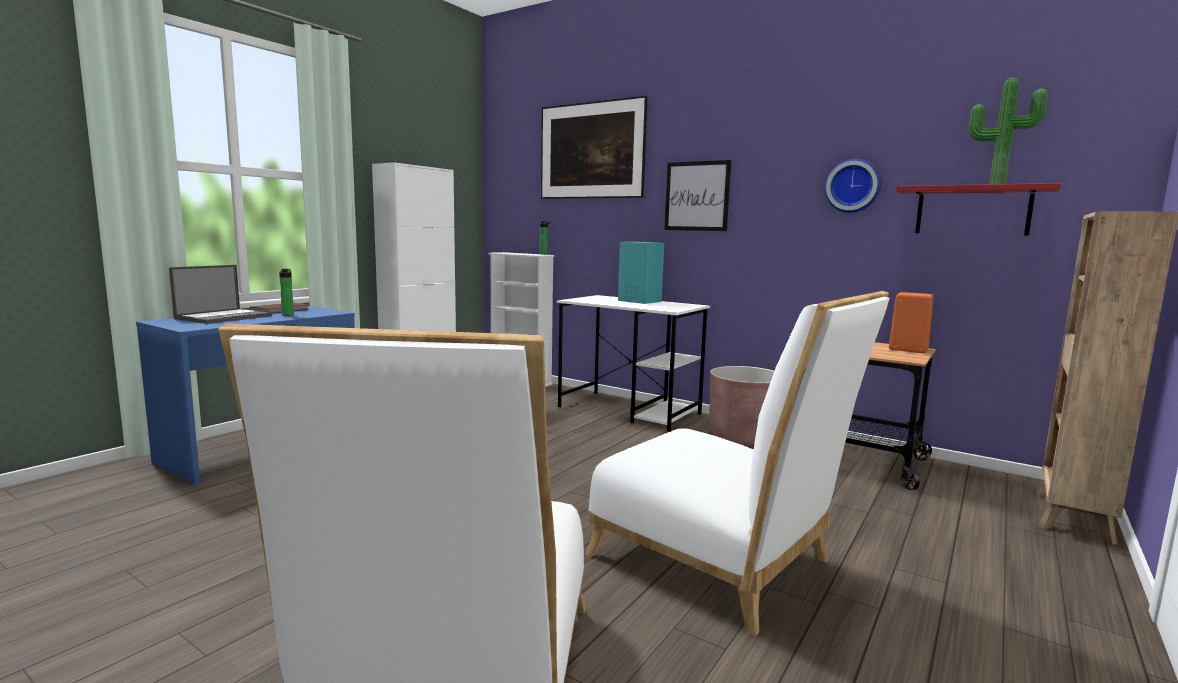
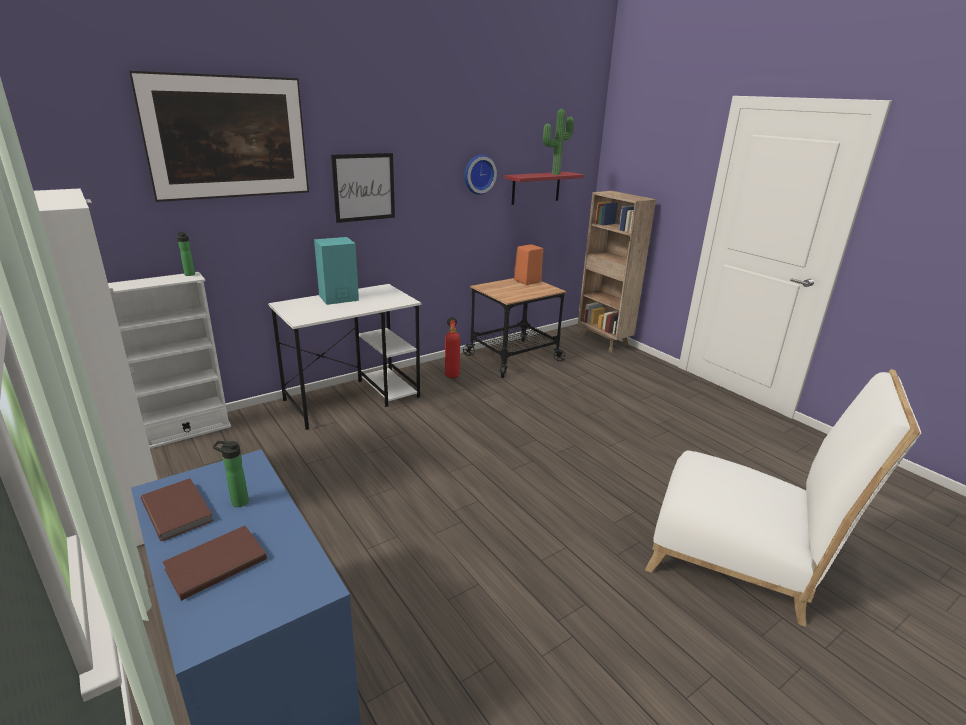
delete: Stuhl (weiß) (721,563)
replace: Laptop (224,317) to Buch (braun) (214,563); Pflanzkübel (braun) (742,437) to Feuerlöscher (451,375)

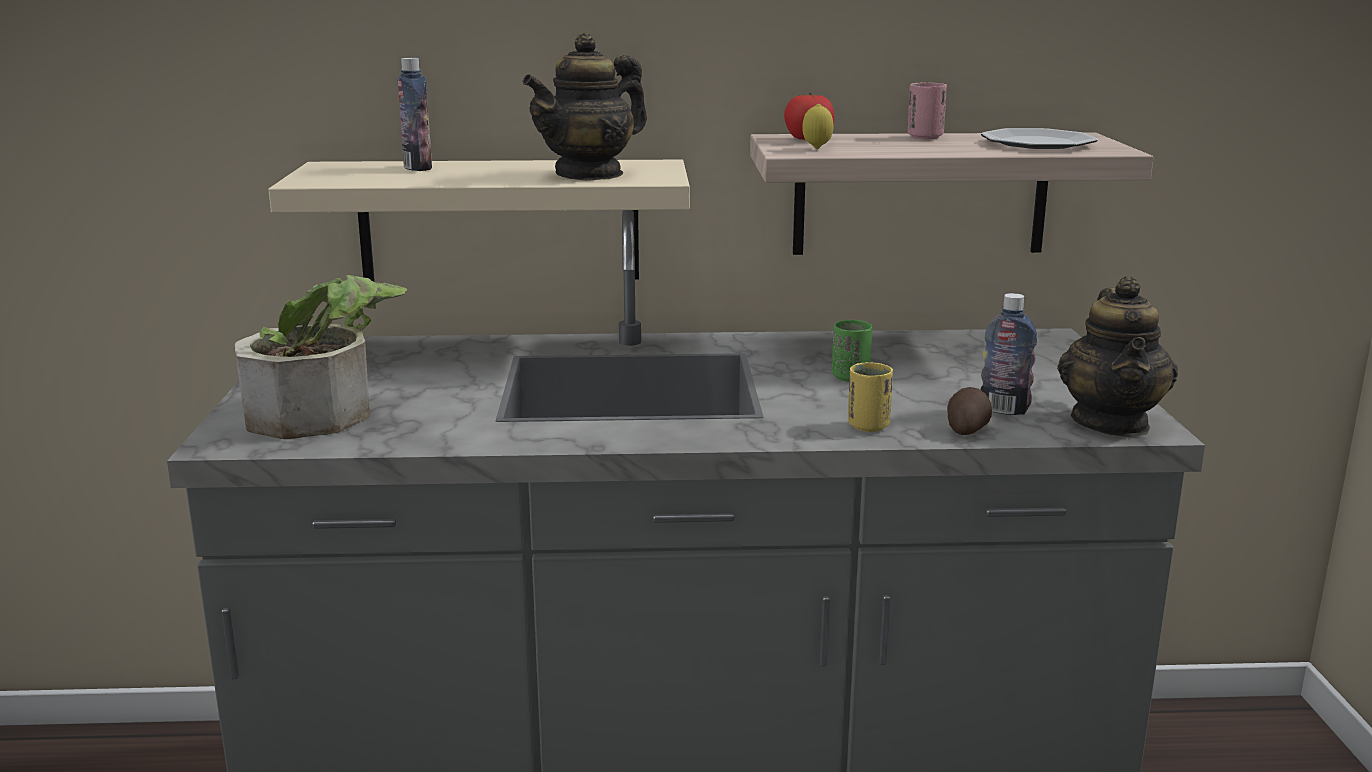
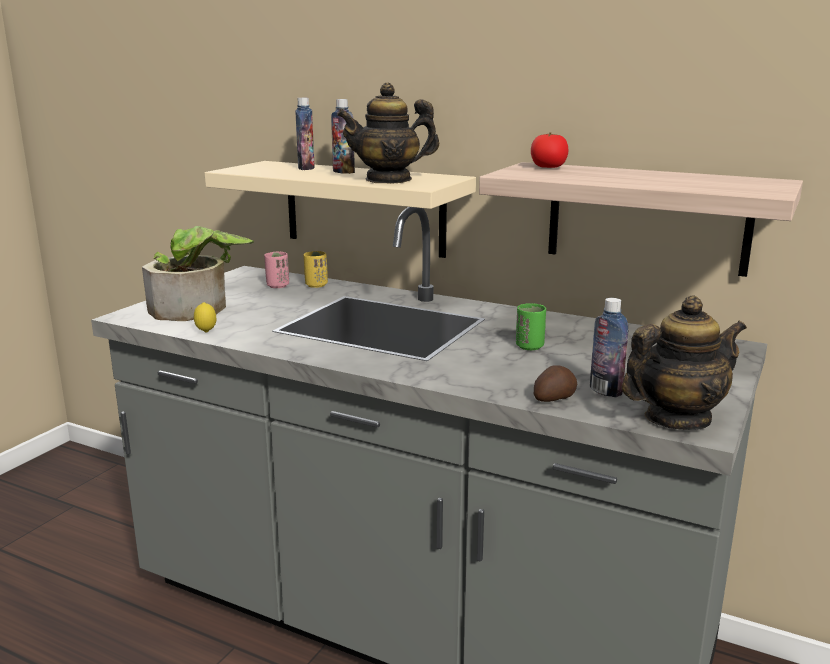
delete: Teller (1037,143)
insert: Flasche (343,172)
move: Zitrone (817,149) to (206,332); Tasse (gelb) (868,426) to (316,285); Tasse (rosa) (925,137) to (277,286)
rotate: Teekanne (1111,423) = (677,419) 150 degrees counterclockwise

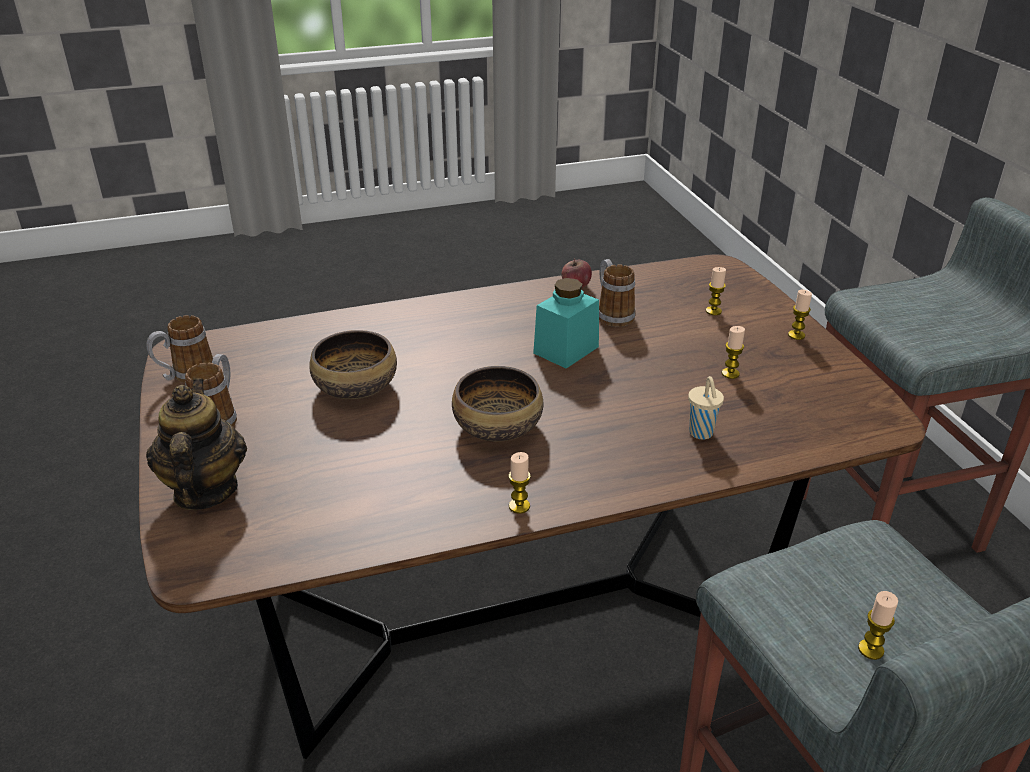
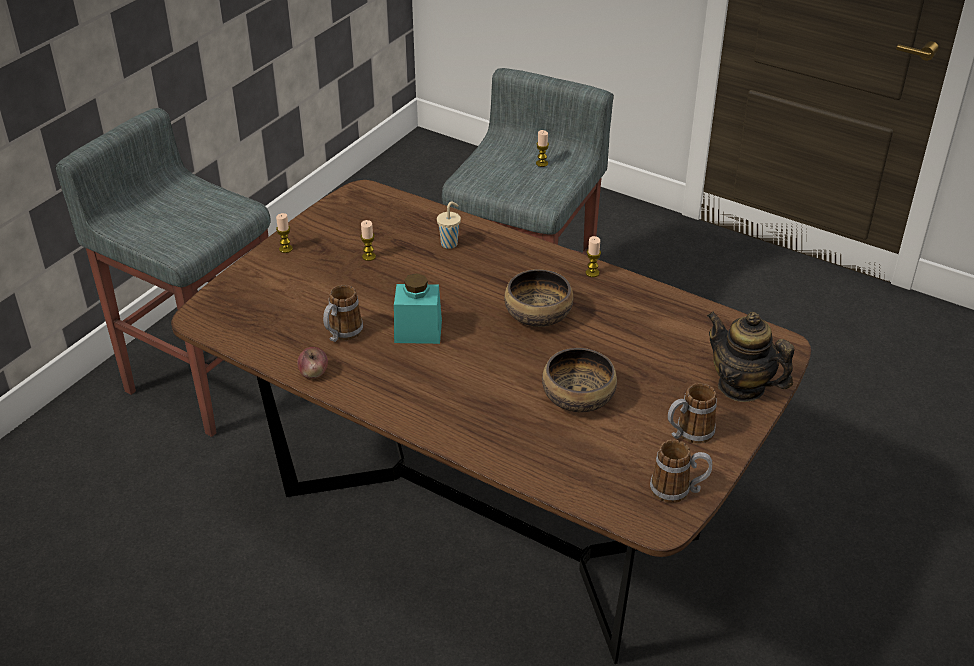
delete: Kerze (713,311)
rotate: Teekanne (204,491) = (741,386) 90 degrees clockwise

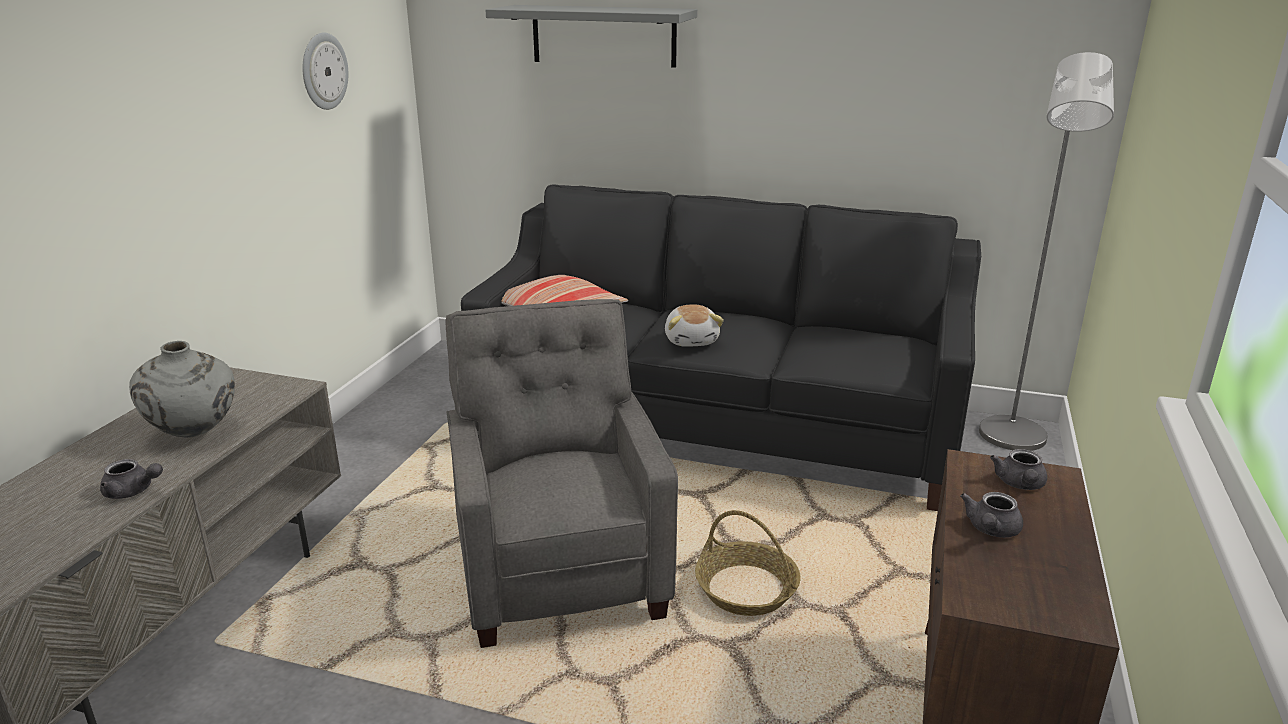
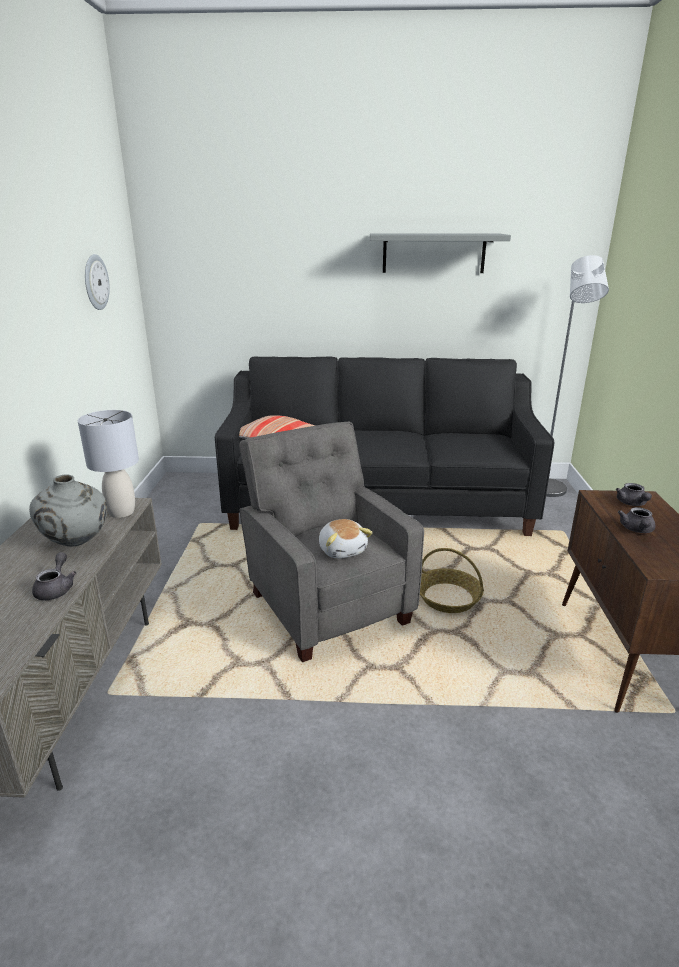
insert: Tischlampe (grau) (121,512)
move: Wandregal (grau) (603,35) to (433,253); Plüschtier (692,340) to (342,550)
rotate: Teekanne (grau) (133,492) = (56,589) 90 degrees counterclockwise

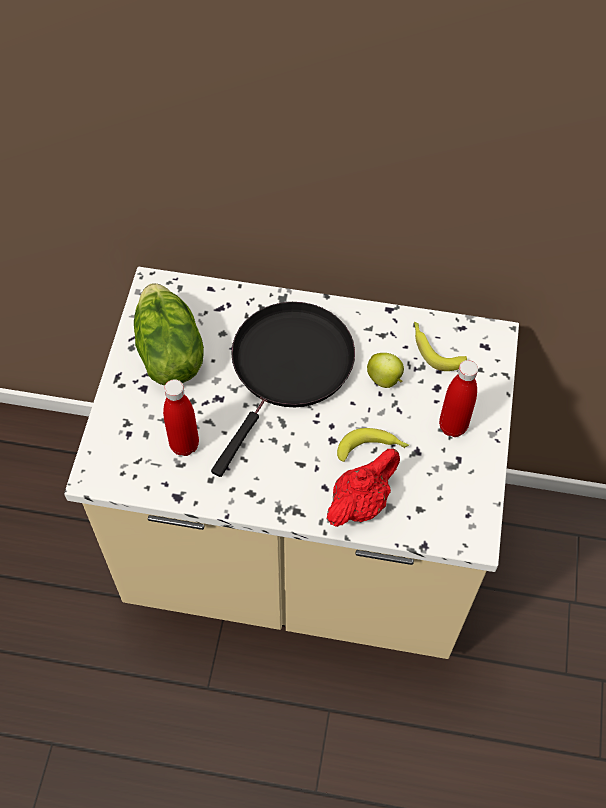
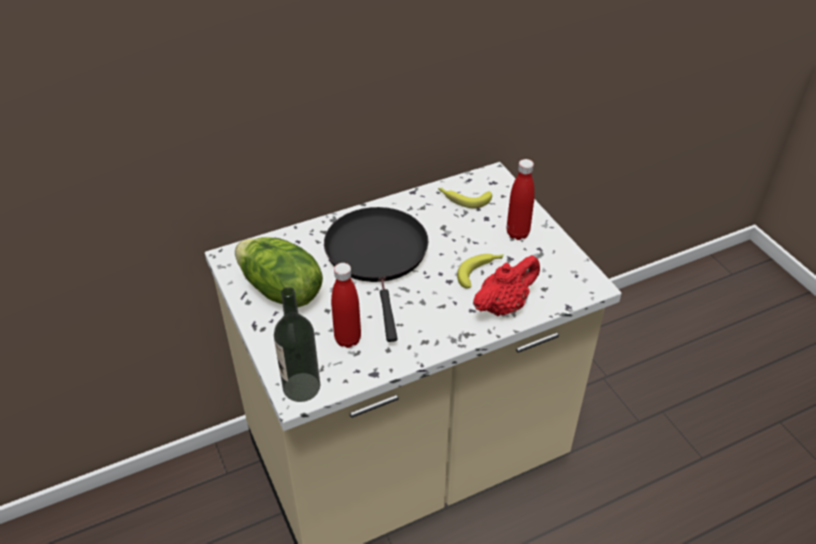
delete: Apfel (385,379)
insert: Flasche (301,387)
rotate: Teekanne (rot) (360,502) = (503,305) 45 degrees clockwise

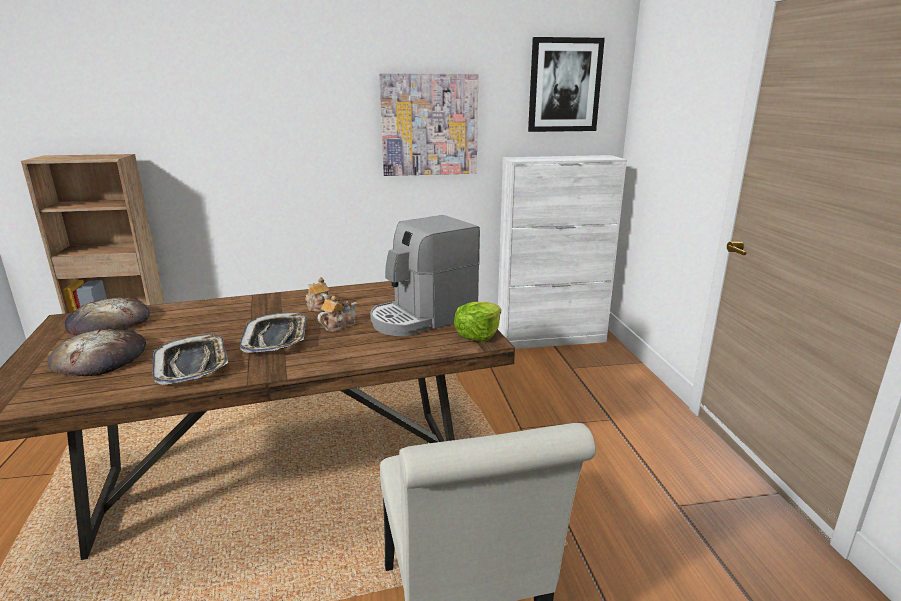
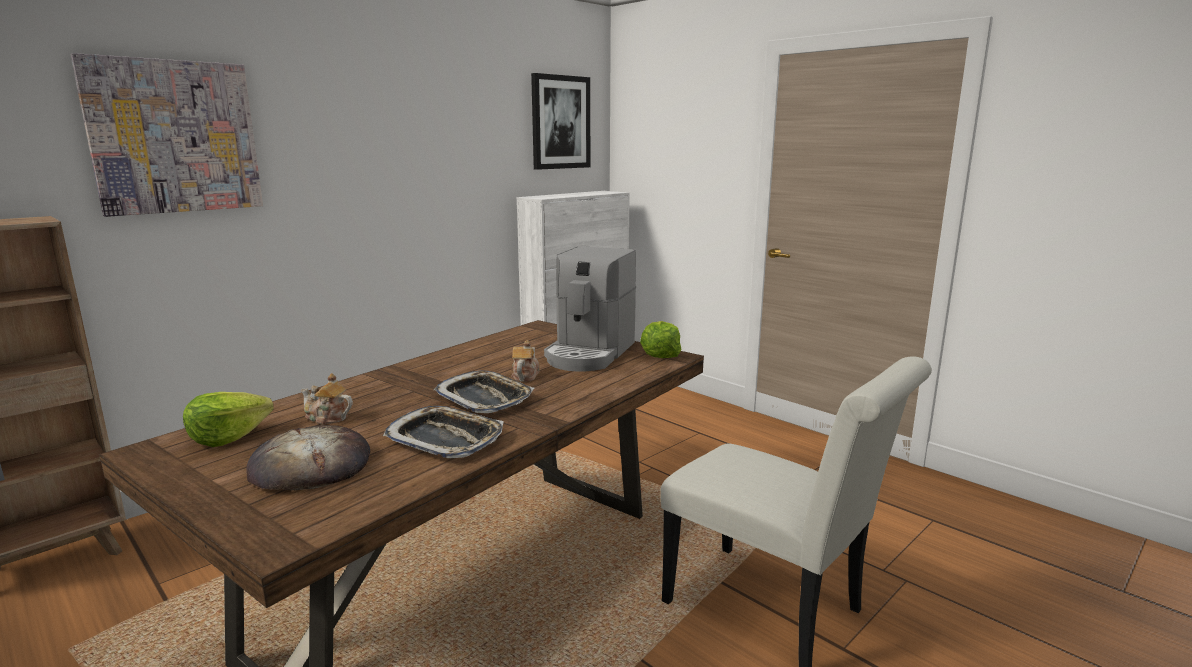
move: Teekanne (318,307) to (327,418); Bild (429,125) to (174,137)
replace: Brot (109,322) to Salatkopf (228,437)

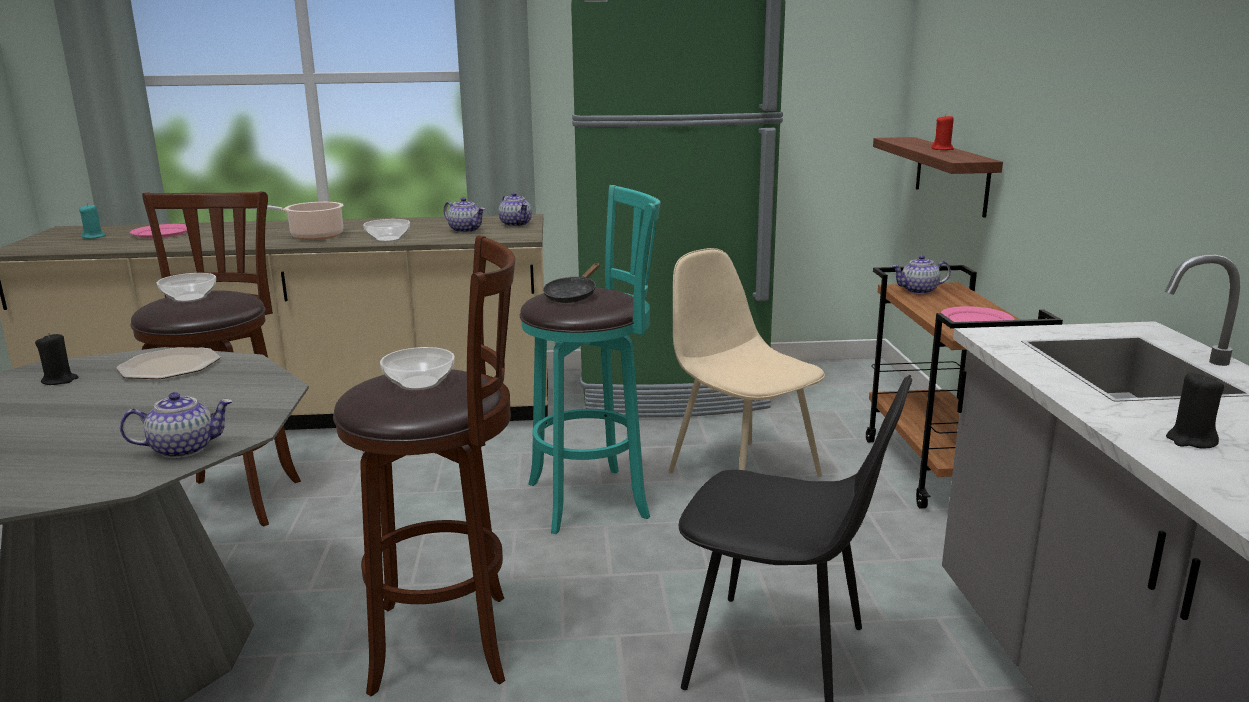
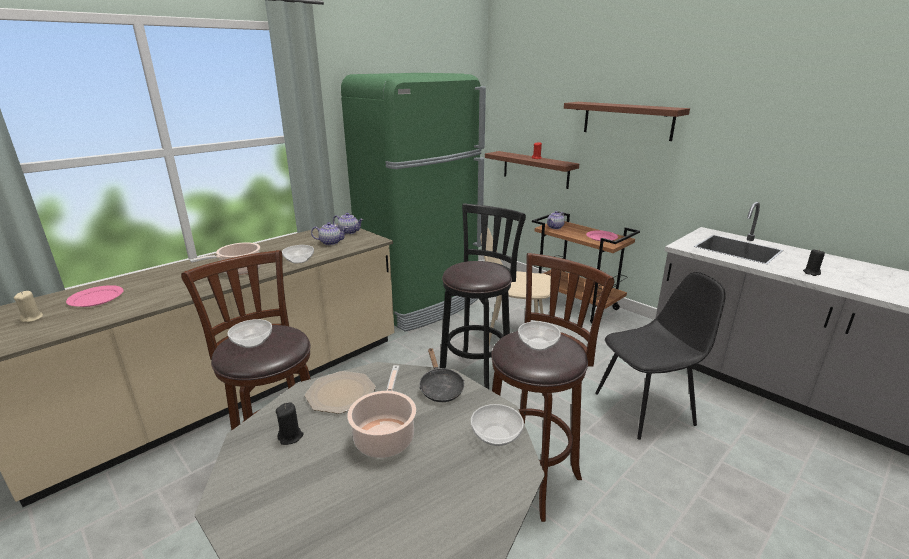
insert: Kochtopf (385,436); Wandregal (627,120)
move: Pfanne (schwarz) (572,296) to (440,388)
replace: Teekanne (184,449) to Schüssel (495,436)
recolor: Kerze (türkis) (94,237) to Kerze (beige) (32,318); Hocker (türkis) (594,498) to Hocker (schwarz) (477,373)

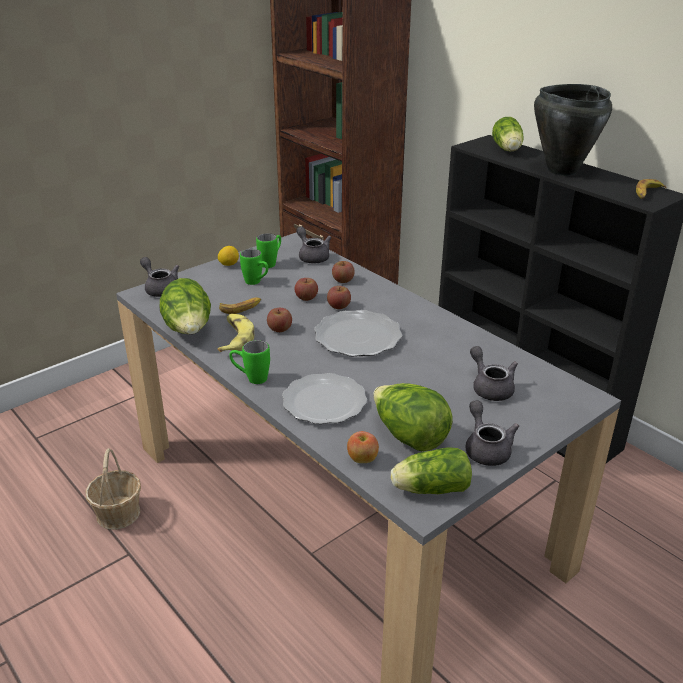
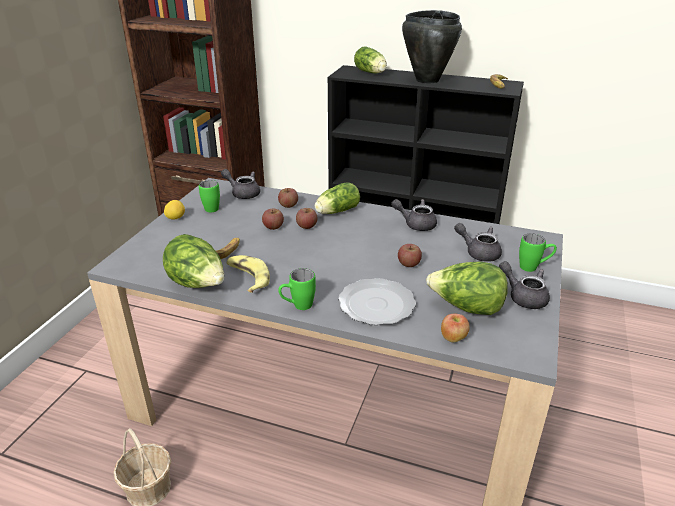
delete: Teller (357,337)
move: Teekanne (grau) (160,288) to (416,224); Henkelbecher (grün) (256,283) to (533,267); Apfel (280,329) to (409,264); Salatkopf (429,488) to (336,211)

